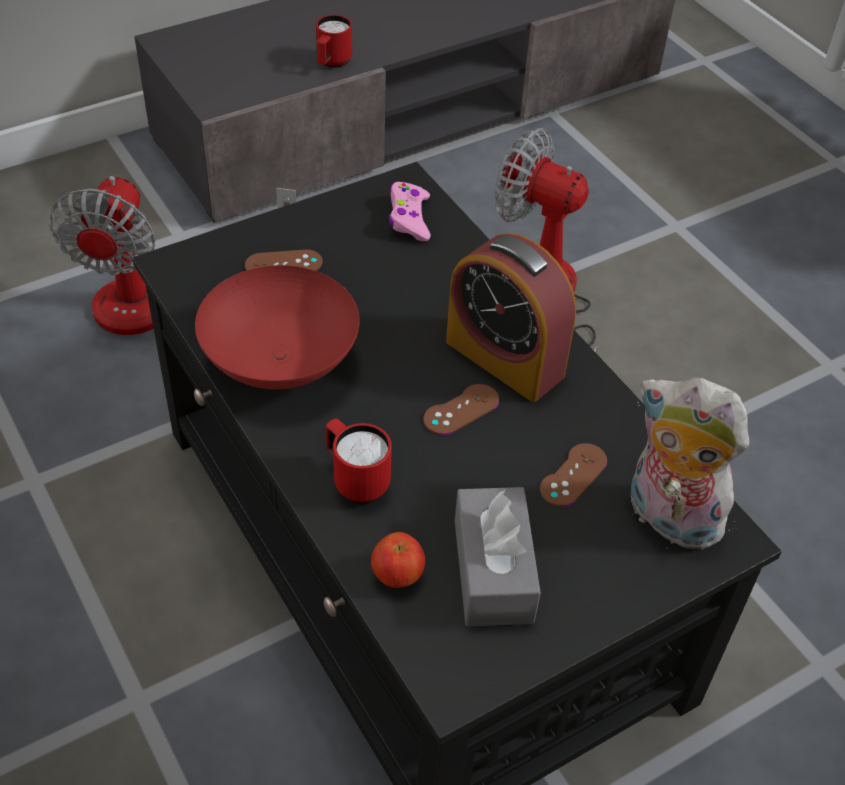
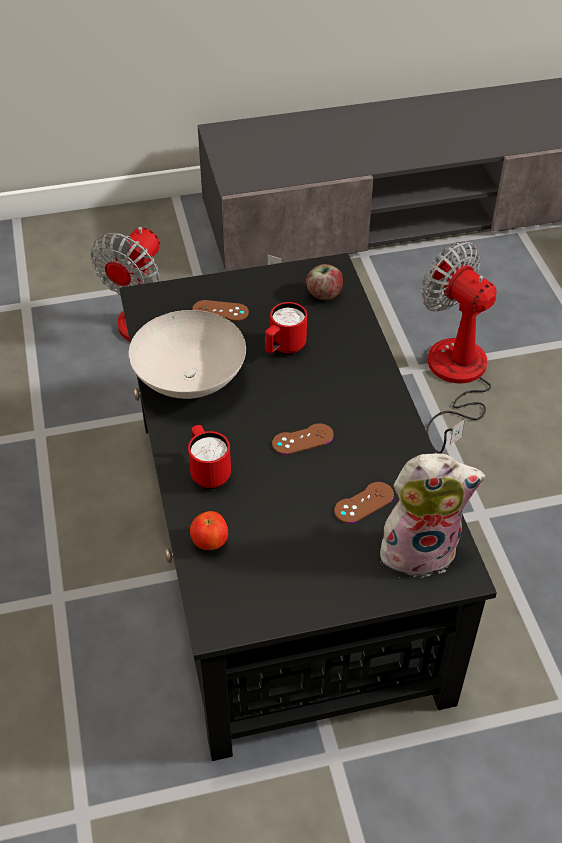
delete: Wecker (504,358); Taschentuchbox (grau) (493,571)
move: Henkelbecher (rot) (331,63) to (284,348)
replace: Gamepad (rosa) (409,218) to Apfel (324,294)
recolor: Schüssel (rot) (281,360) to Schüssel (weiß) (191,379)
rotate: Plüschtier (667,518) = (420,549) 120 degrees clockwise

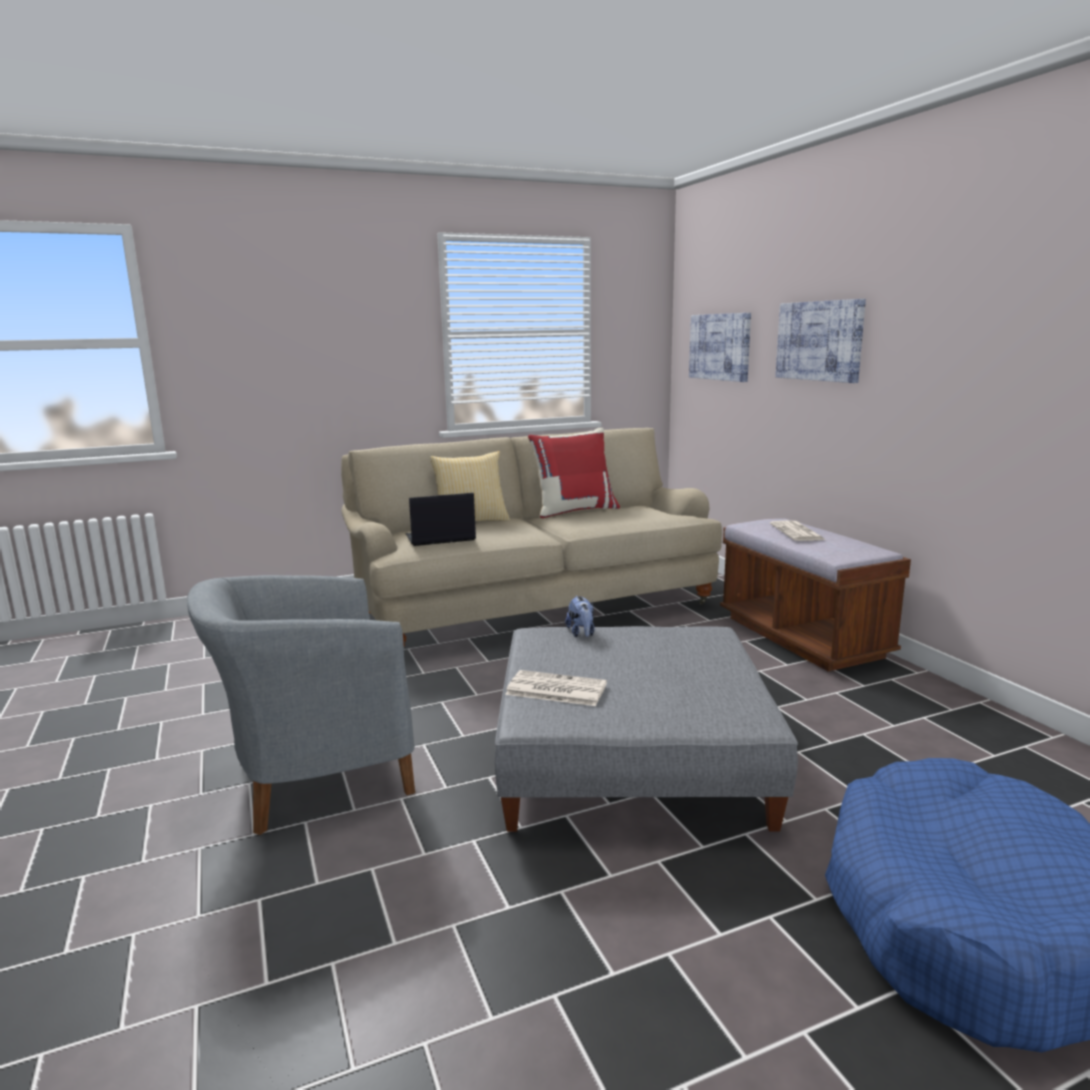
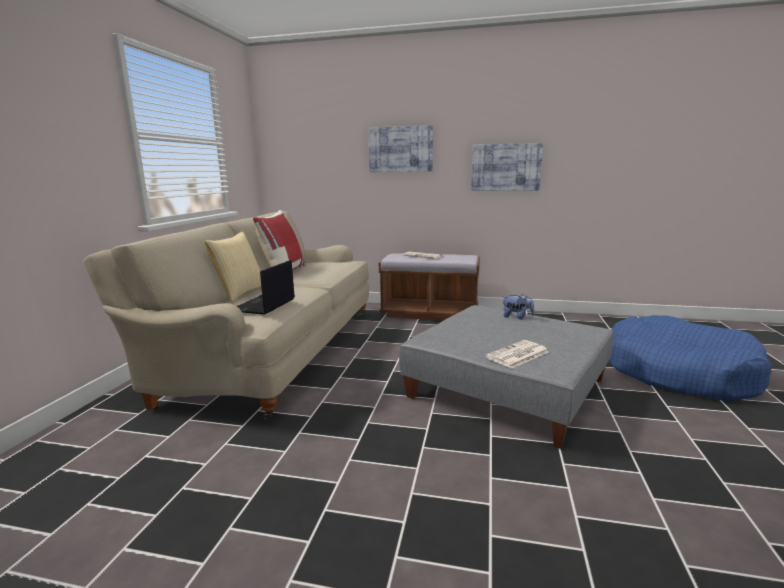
delete: Sessel (grau) (314,777)
move: Plüschtier (581,633) to (517,317); Bild (720,347) to (505,167)

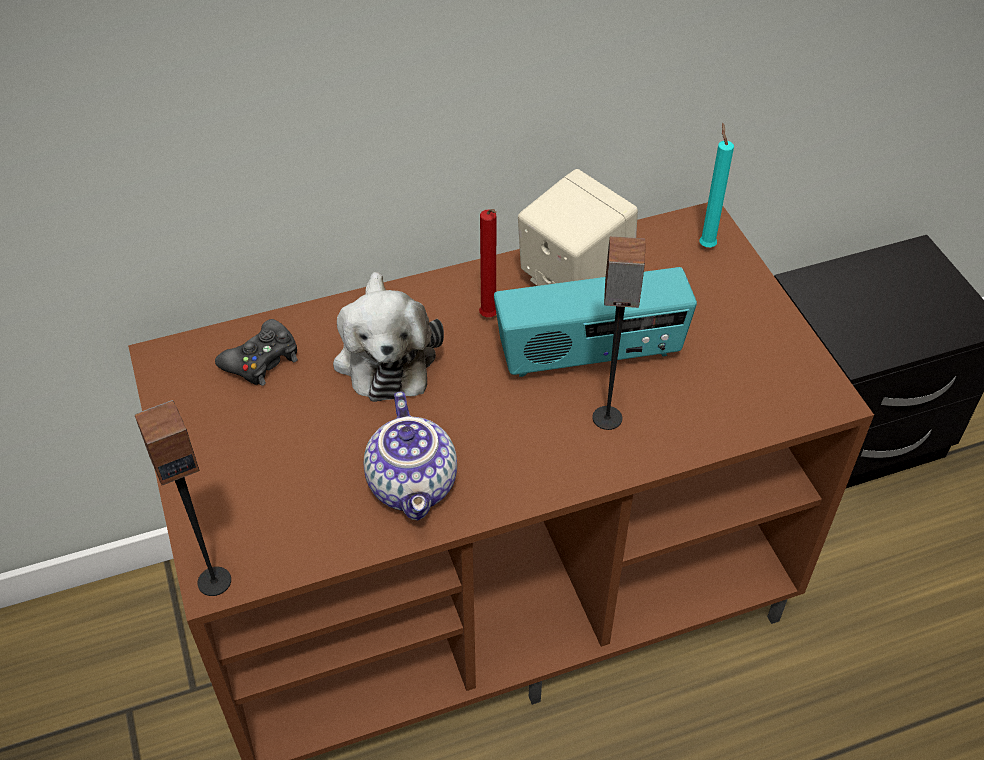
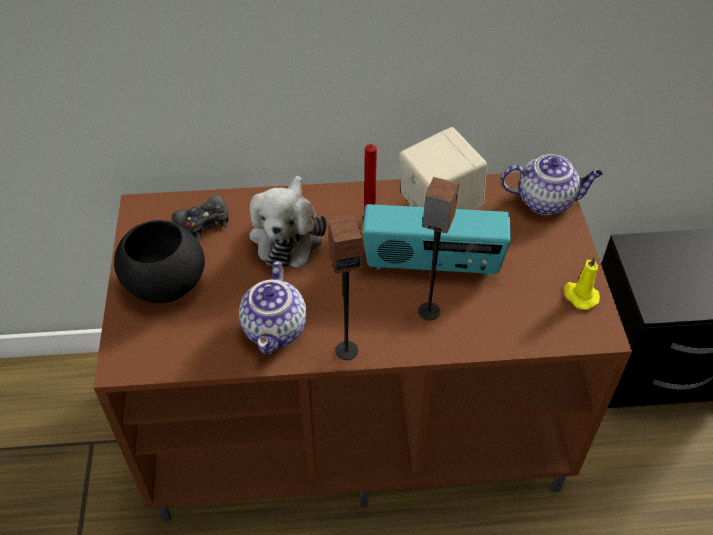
insert: Schüssel (schwarz) (164,282); Kerze (gelb) (579,295)
move: Lautsprecher (214,580) to (346,350)
replace: Kerze (türkis) (706,245) to Teekanne (546,201)

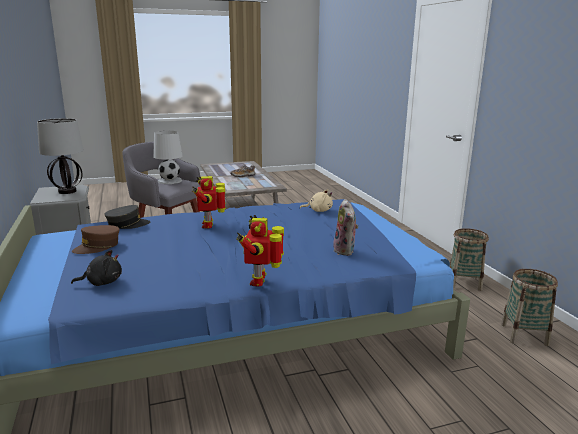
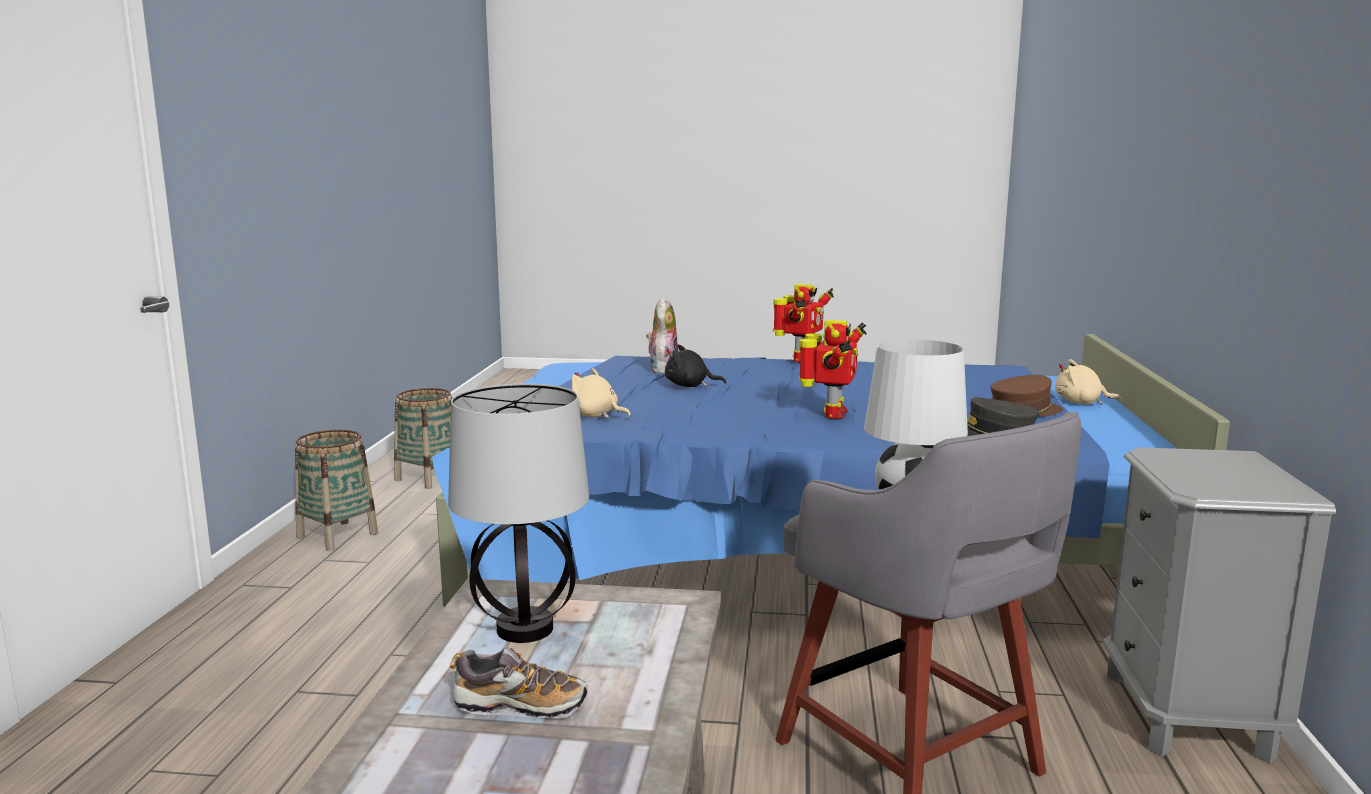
insert: Plüschtier (beige) (1081,403)
move: Tischlampe (67,191) to (524,630); Plüschtier (schwarz) (102,282) to (690,386)

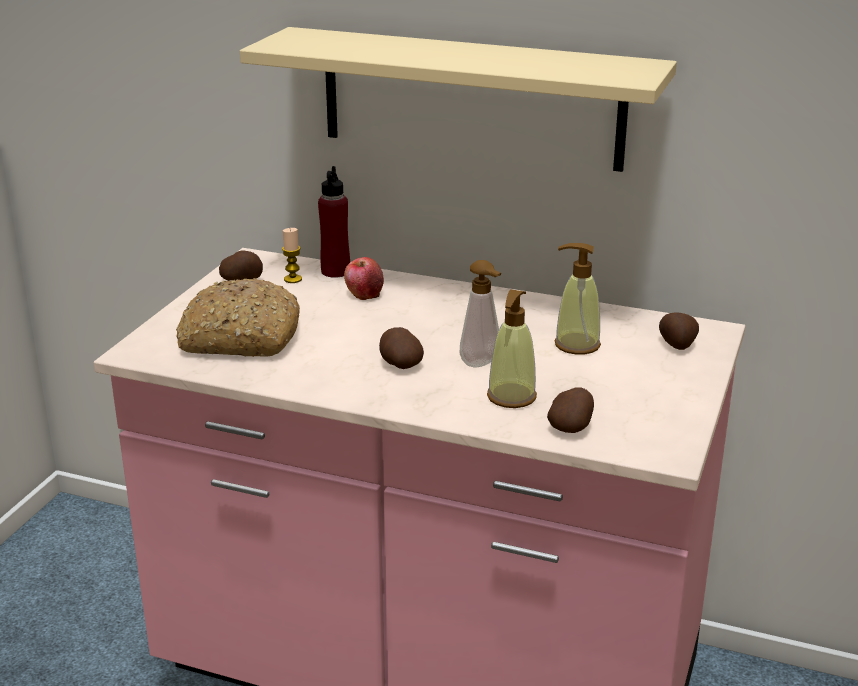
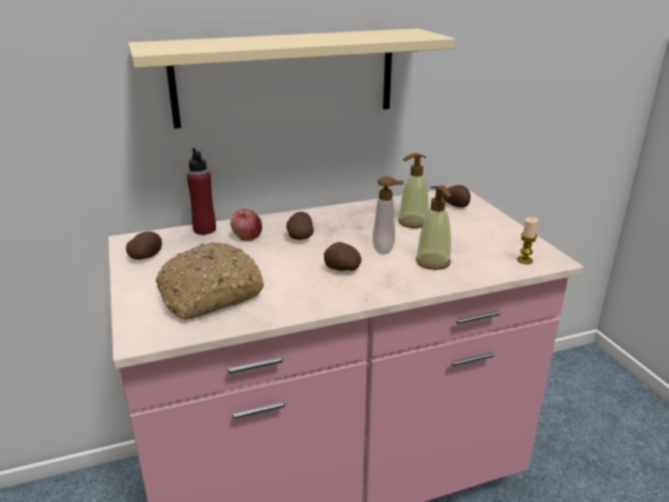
move: Kerze (293,279) to (524,260); Kartoffel (572,427) to (300,237)

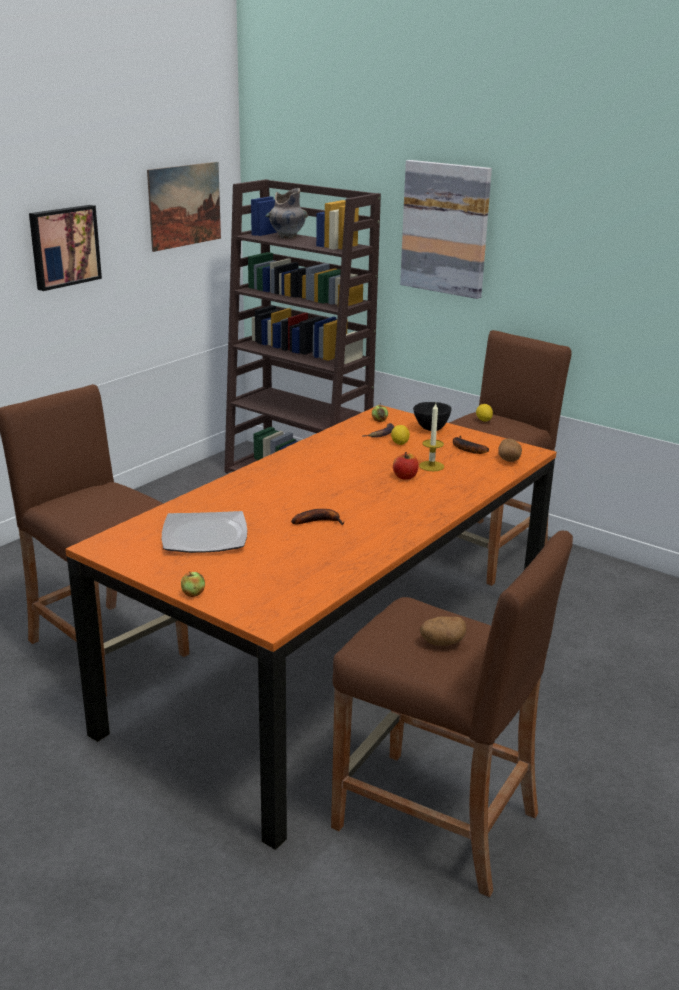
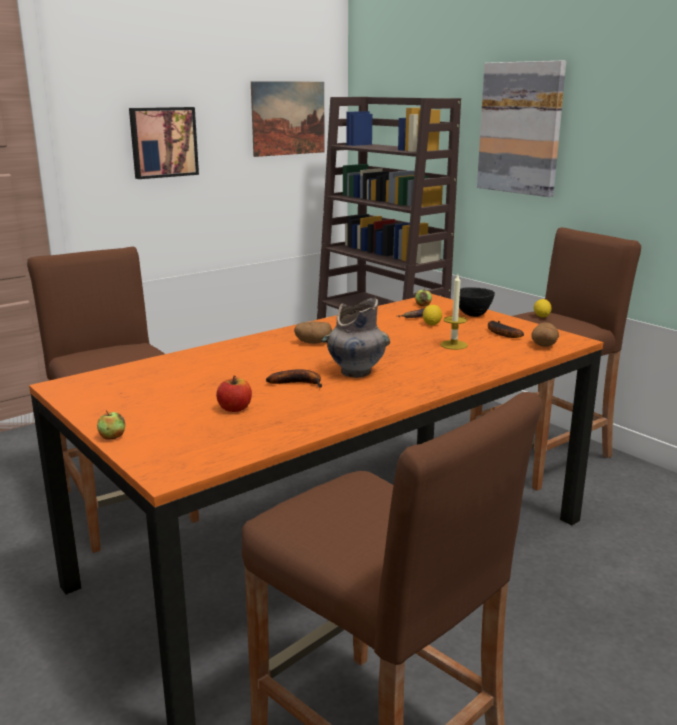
delete: Teller (205,536)
move: Vase (grau) (286,237) to (355,372); Apfel (405,477) to (235,408); Kartoffel (442,642) to (313,343)

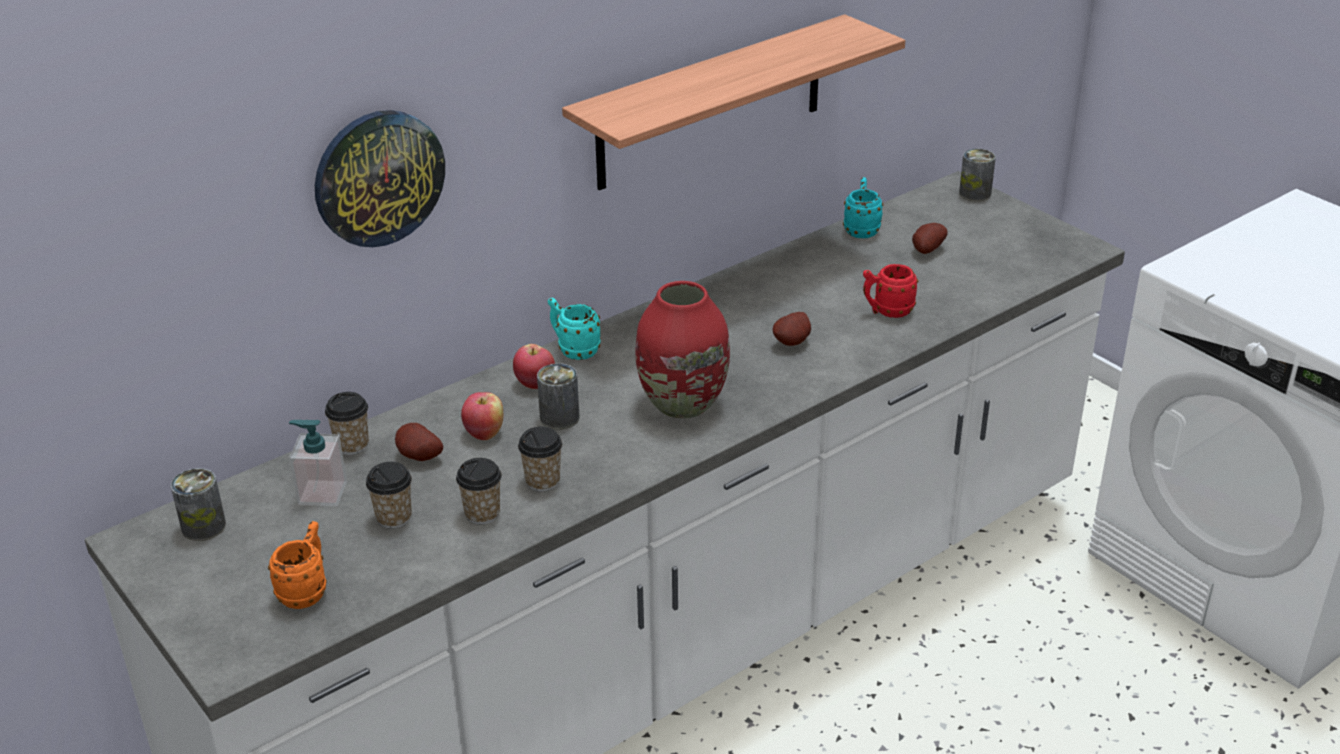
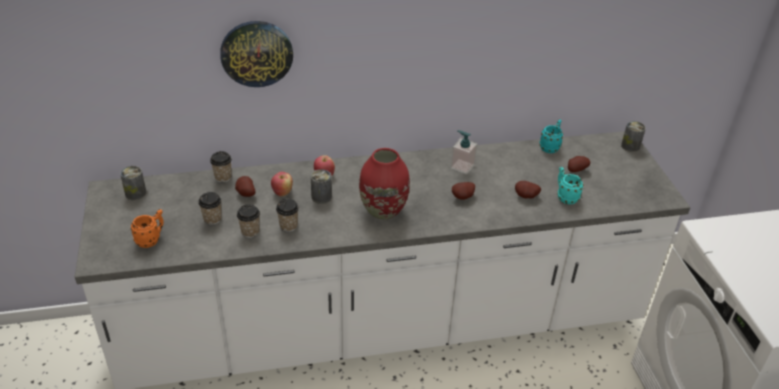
delete: Wandregal (711,103)
move: Seifenspender (322,493) to (462,166); Henkelbecher (türkis) (574,350) to (565,197)
replace: Henkelbecher (rot) (887,311) to Kartoffel (526,197)

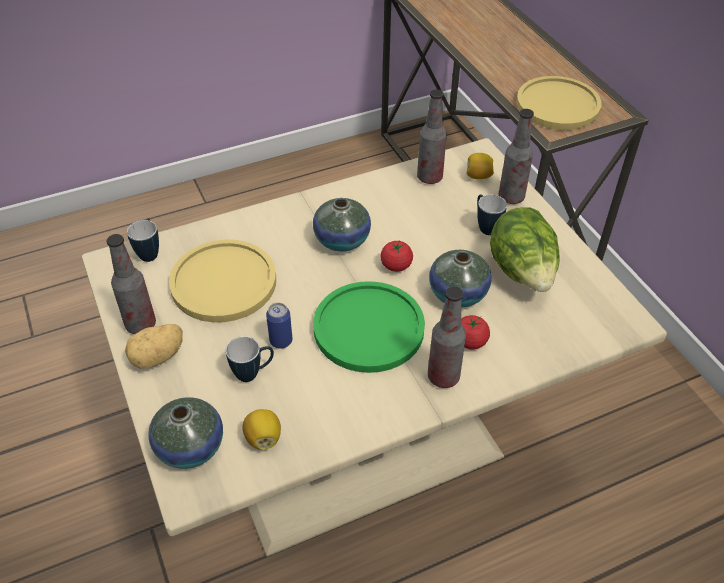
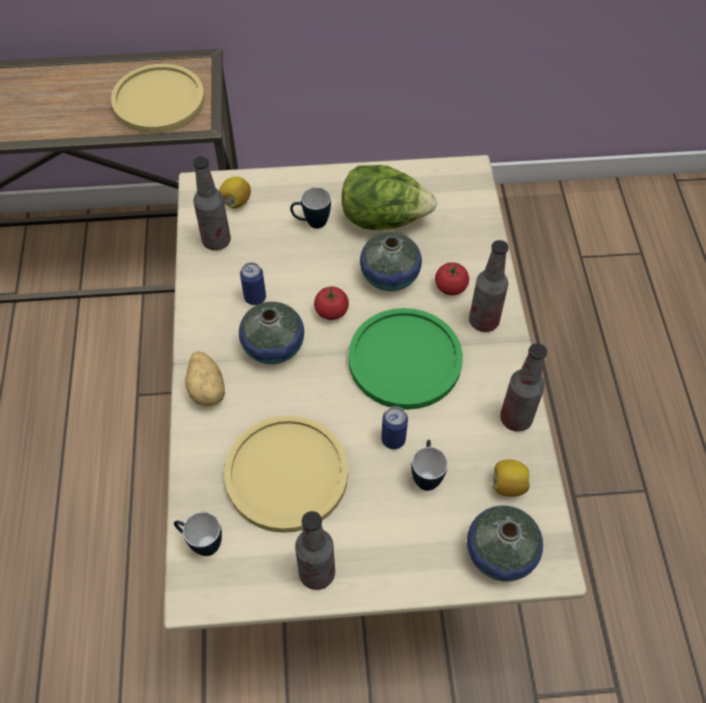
insert: Dose (255,297)
move: Kartoffel (158,357) to (208,389); Flasche (511,197) to (516,418)

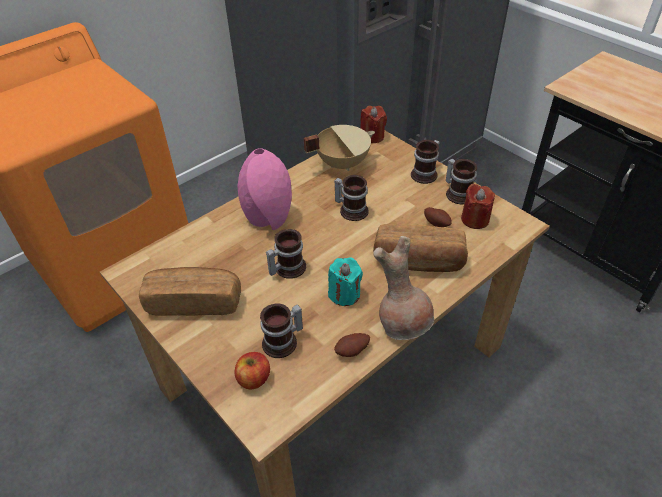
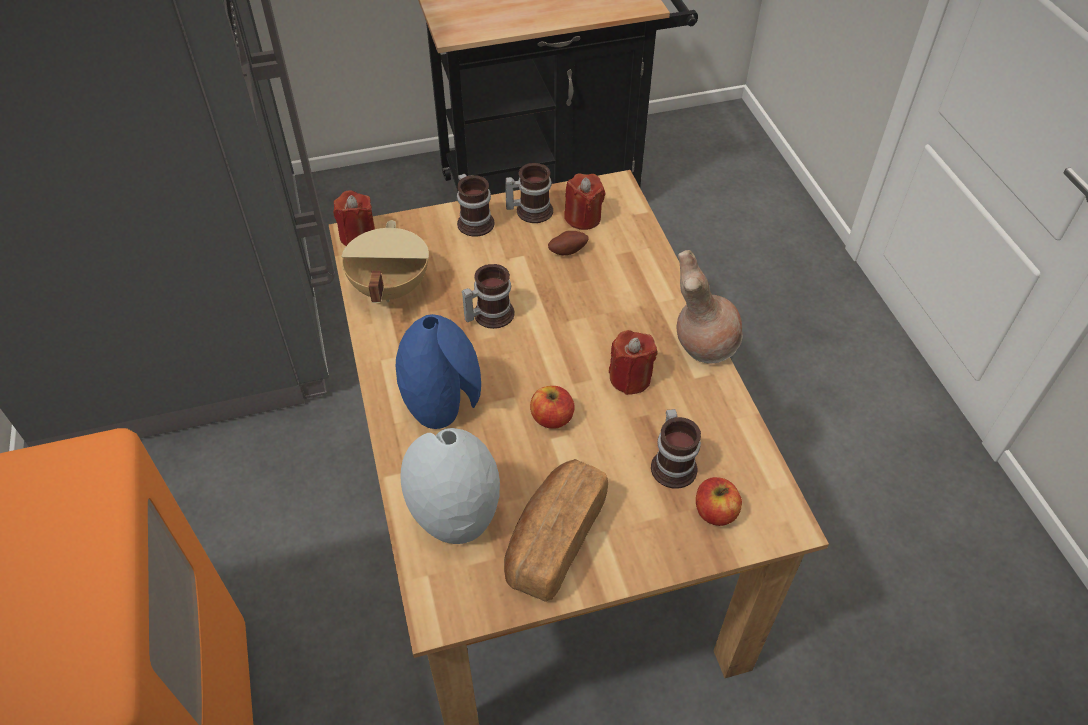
delete: Kartoffel (352,351); Brot (418,262)
insert: Vase (grau) (457,518)
replace: Henkelbecher (287,268) to Apfel (552,418)
recolor: Vase (rosa) (269,218) to Vase (blau) (444,405); Kerze (türkis) (344,294) to Kerze (rot) (630,378)

